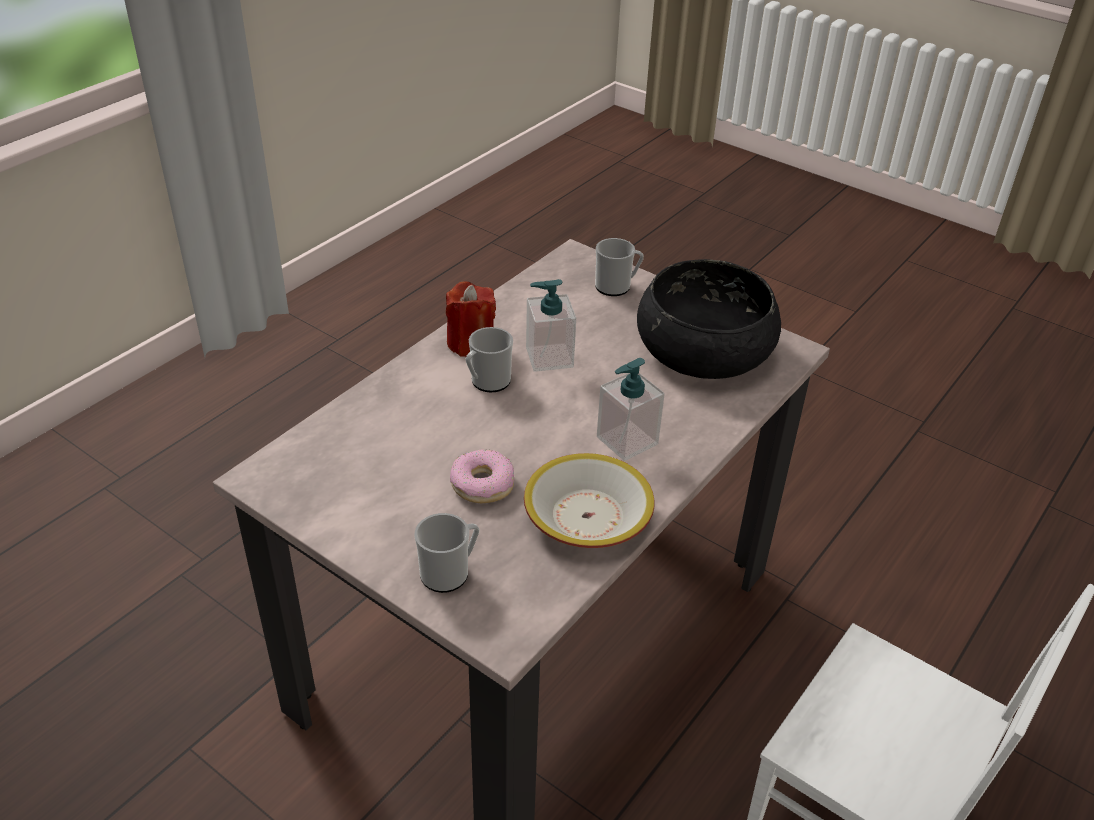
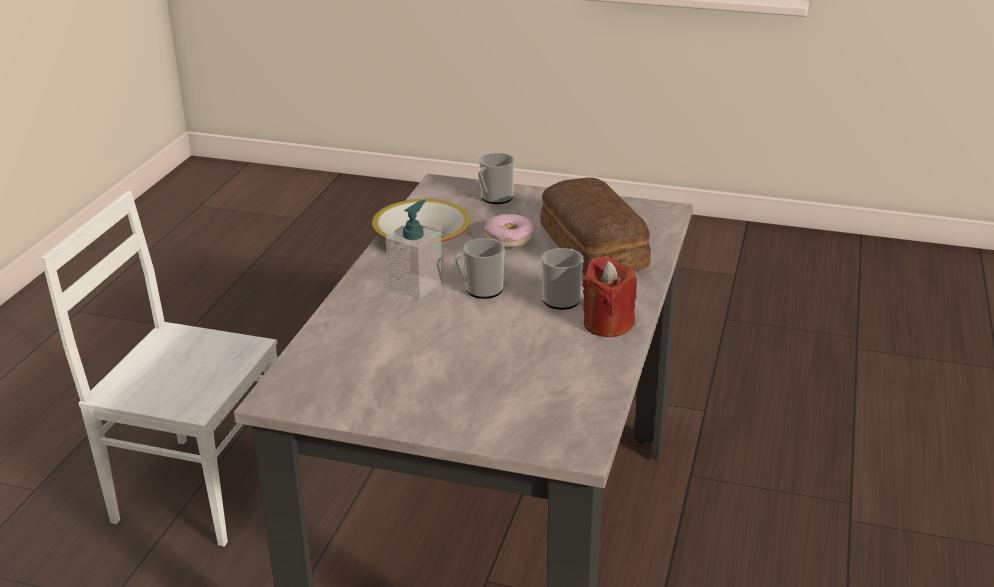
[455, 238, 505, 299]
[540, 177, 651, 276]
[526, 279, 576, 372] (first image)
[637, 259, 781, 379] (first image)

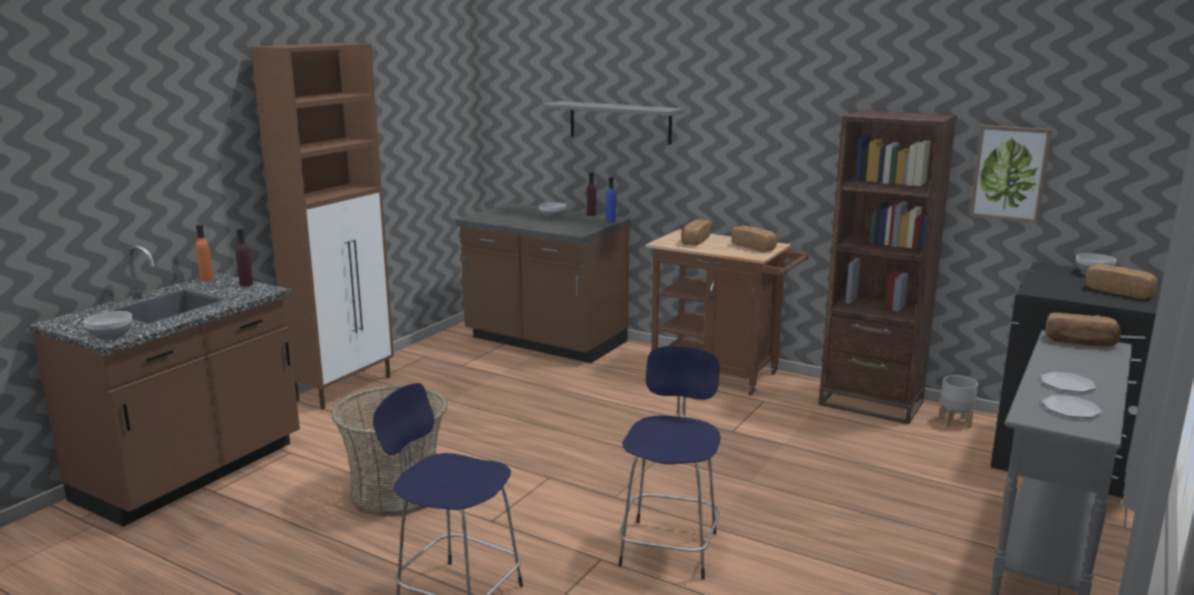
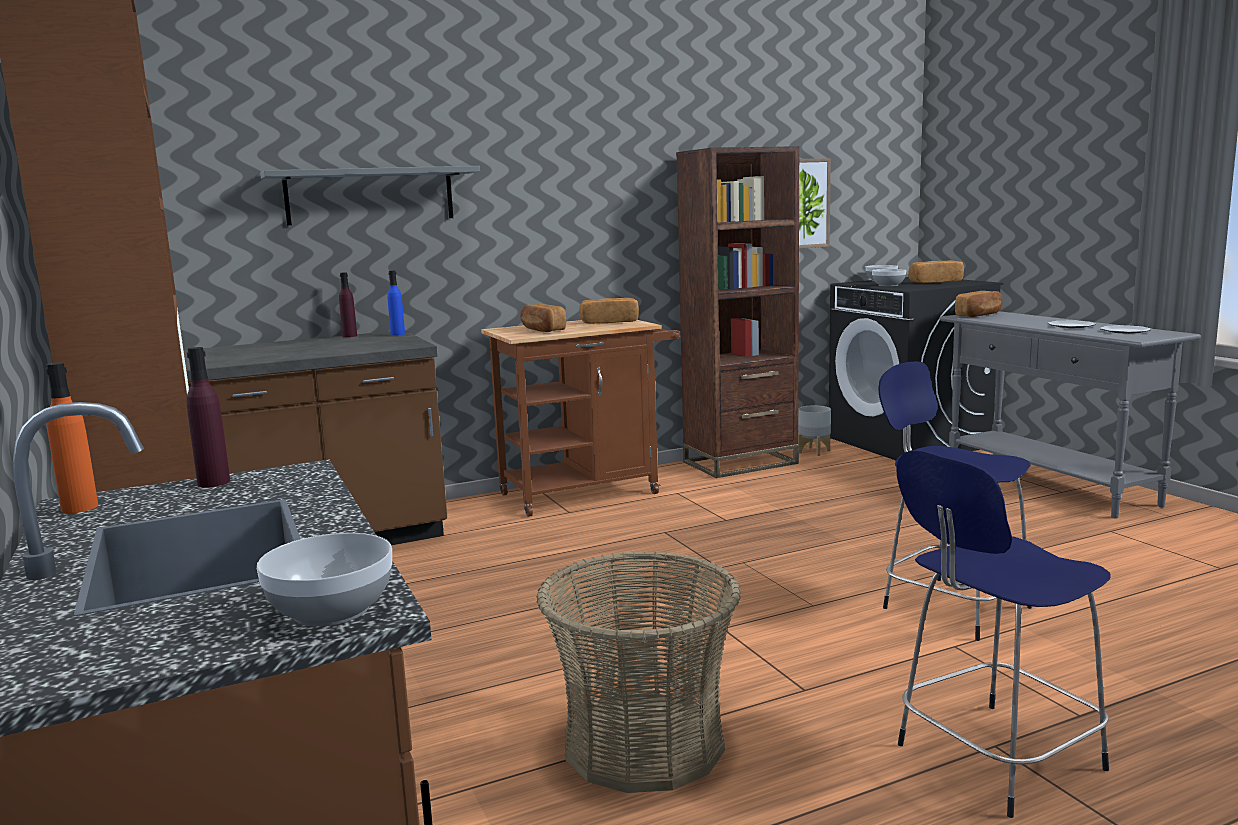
[872, 269, 906, 286]

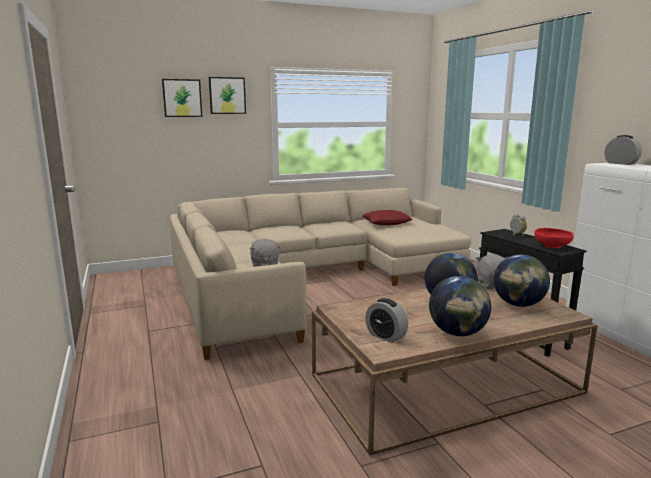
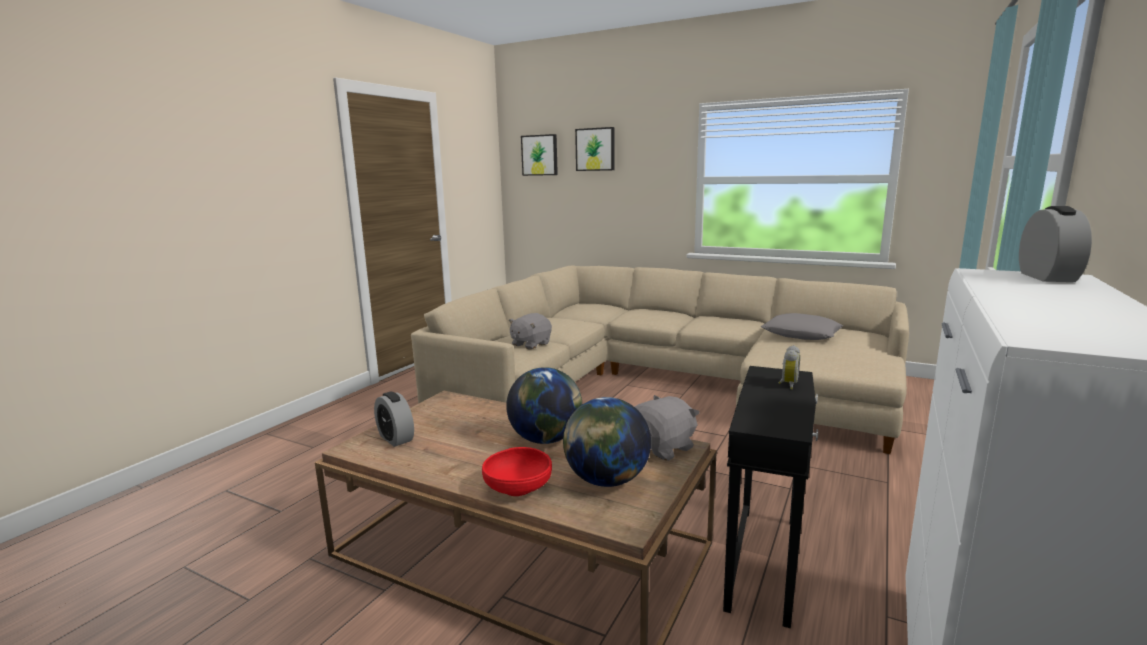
[374, 392, 414, 447]
[482, 447, 552, 496]
[521, 134, 558, 176]
[761, 313, 843, 340]
[429, 276, 491, 336] (first image)

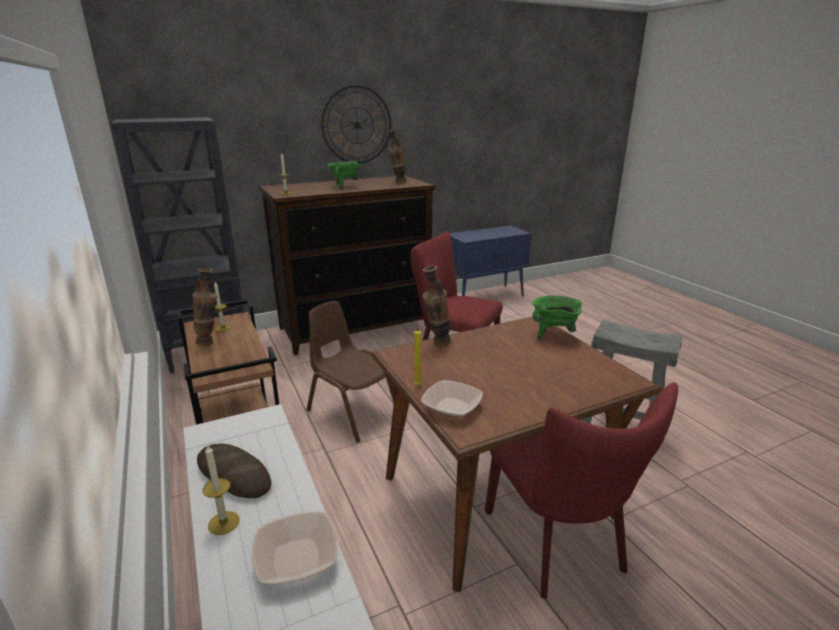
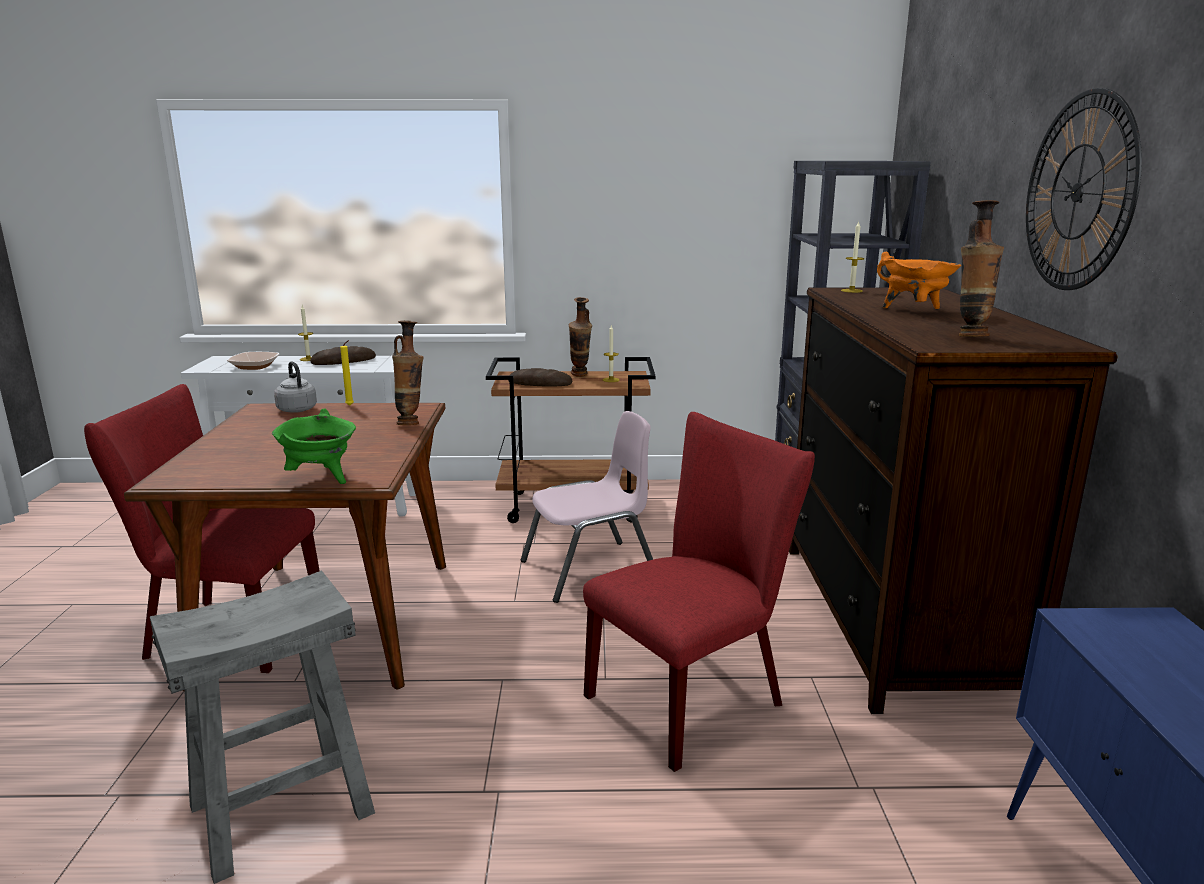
[274, 361, 317, 413]
[508, 368, 572, 387]
[521, 411, 653, 603]
[877, 252, 961, 309]

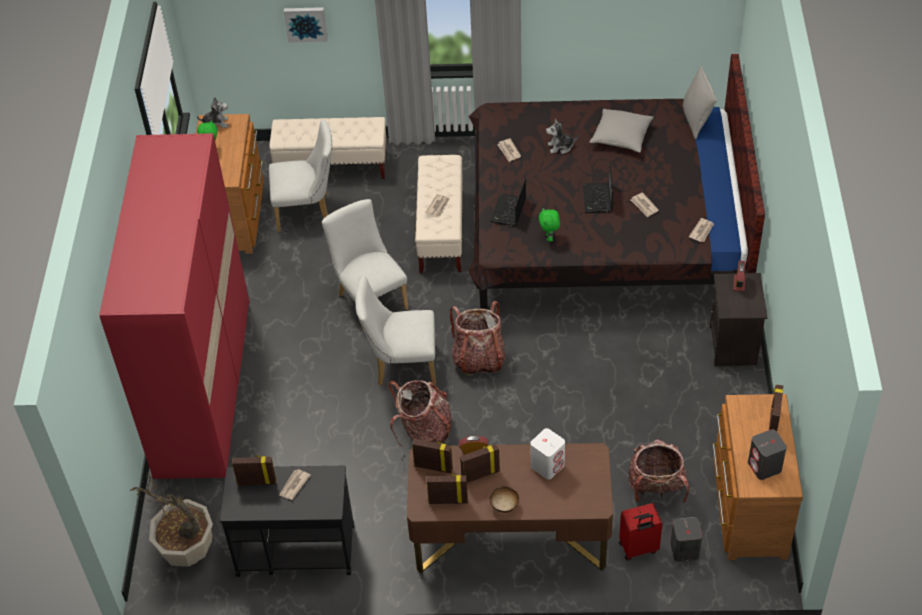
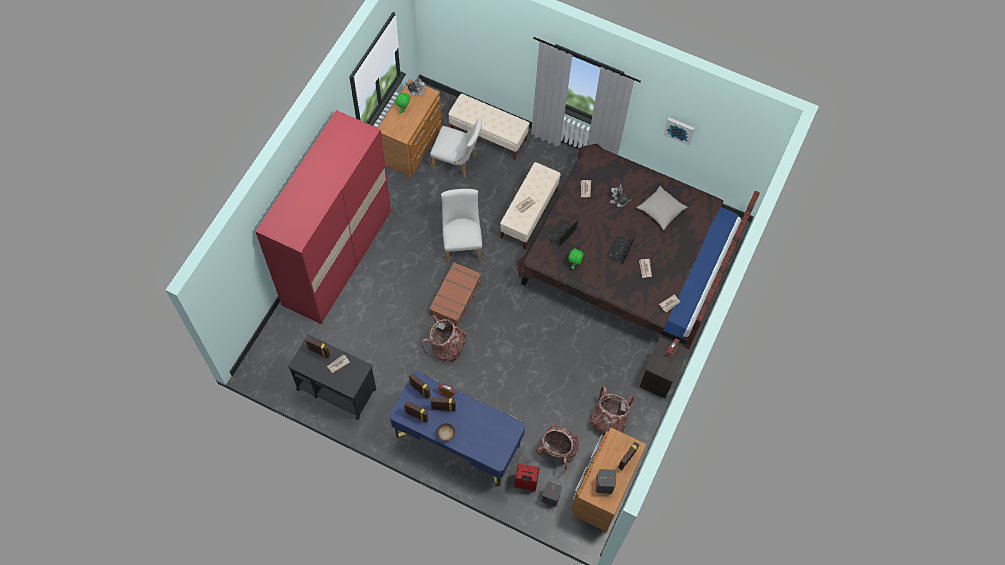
[389, 371, 526, 486]
[429, 262, 481, 326]
[590, 386, 634, 433]
[663, 117, 695, 146]
[130, 473, 213, 567] (first image)
[531, 428, 565, 480] (first image)
[683, 65, 717, 139] (first image)

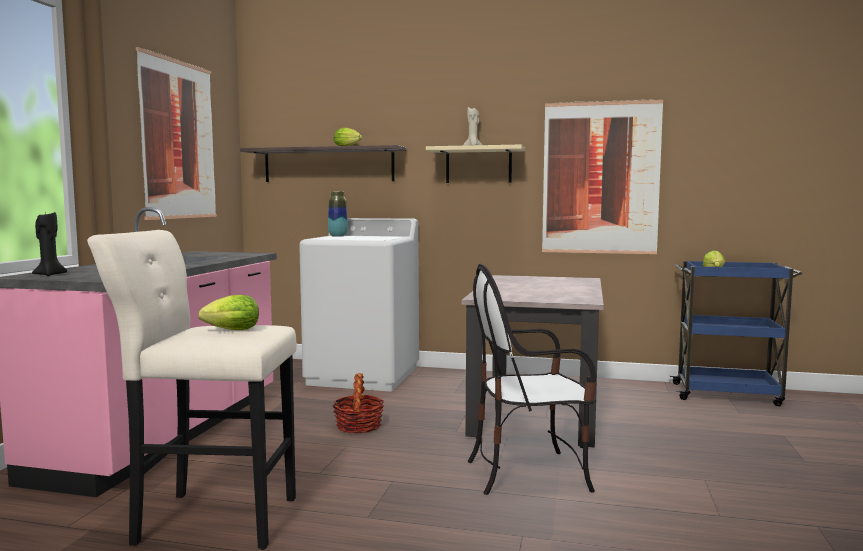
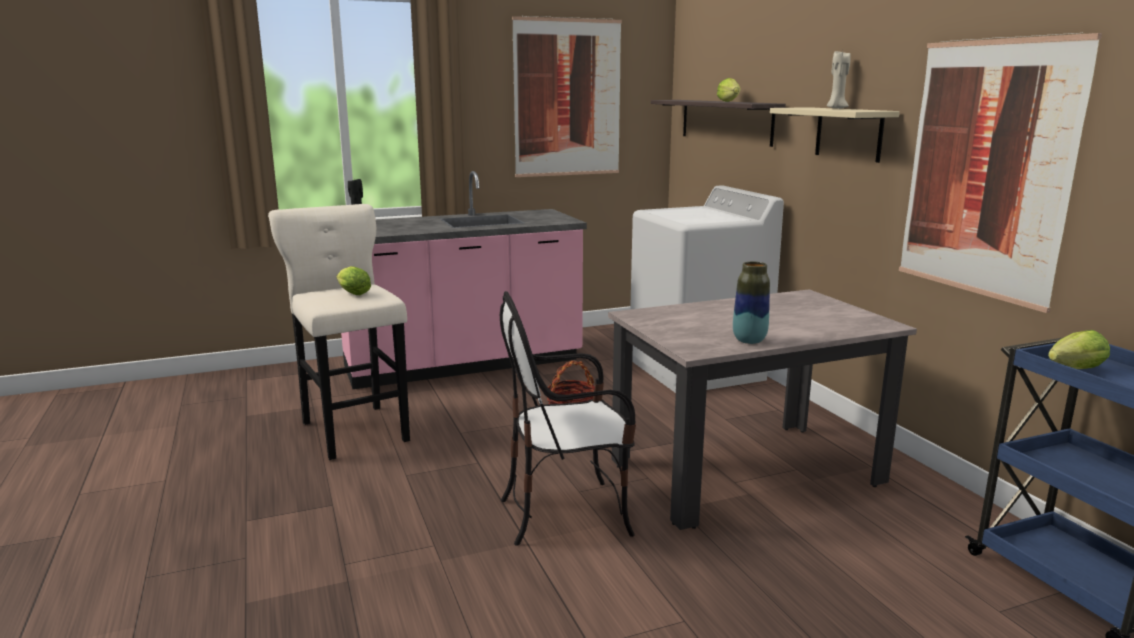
[500, 291, 636, 545]
[733, 262, 770, 344]

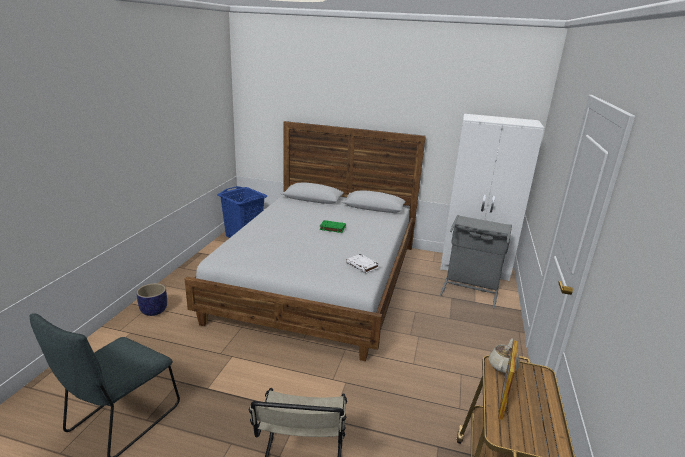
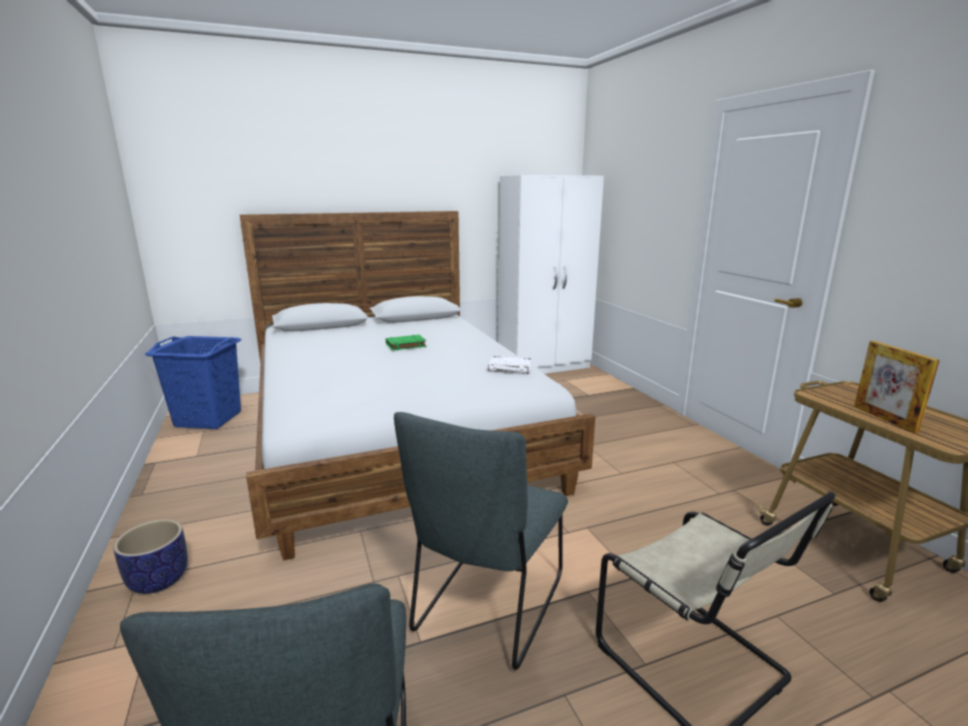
[394, 412, 568, 670]
[440, 215, 512, 309] (first image)
[489, 338, 520, 373] (first image)

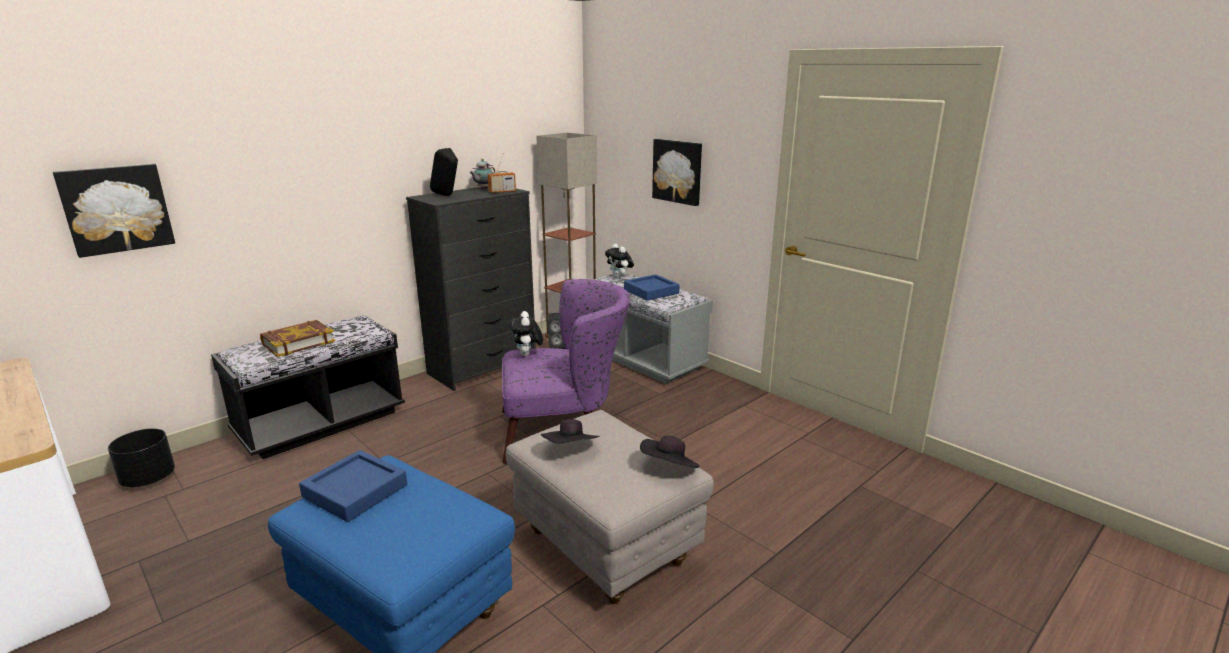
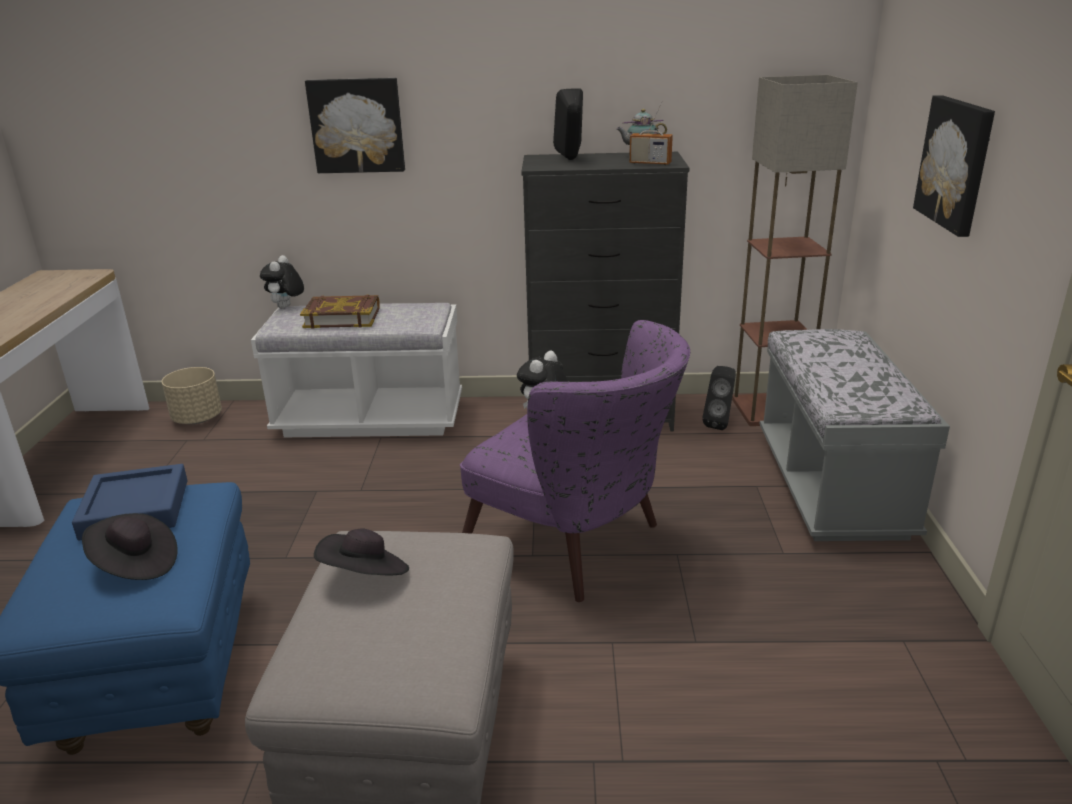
[82, 513, 178, 580]
[162, 367, 222, 424]
[251, 303, 462, 437]
[260, 255, 304, 309]
[305, 78, 405, 173]
[624, 274, 680, 301] (first image)

